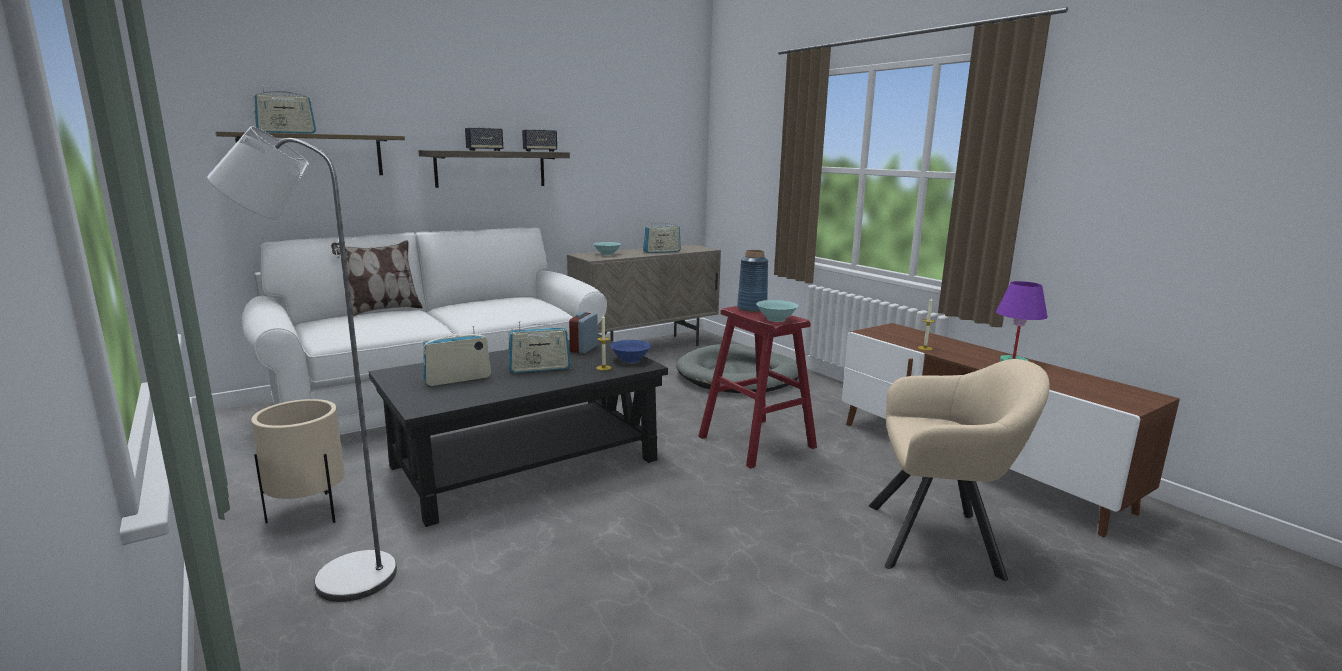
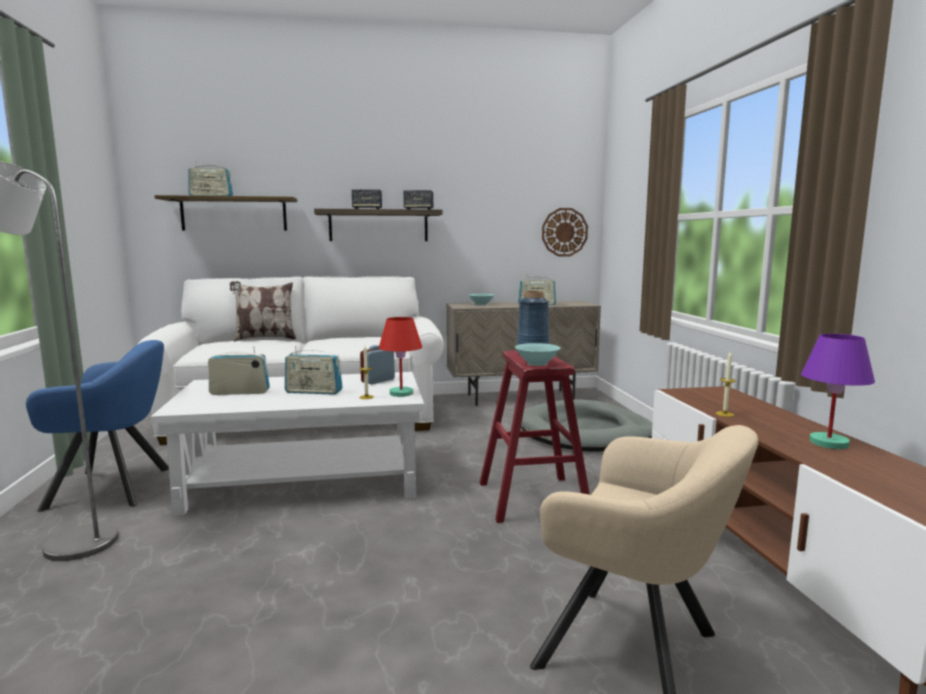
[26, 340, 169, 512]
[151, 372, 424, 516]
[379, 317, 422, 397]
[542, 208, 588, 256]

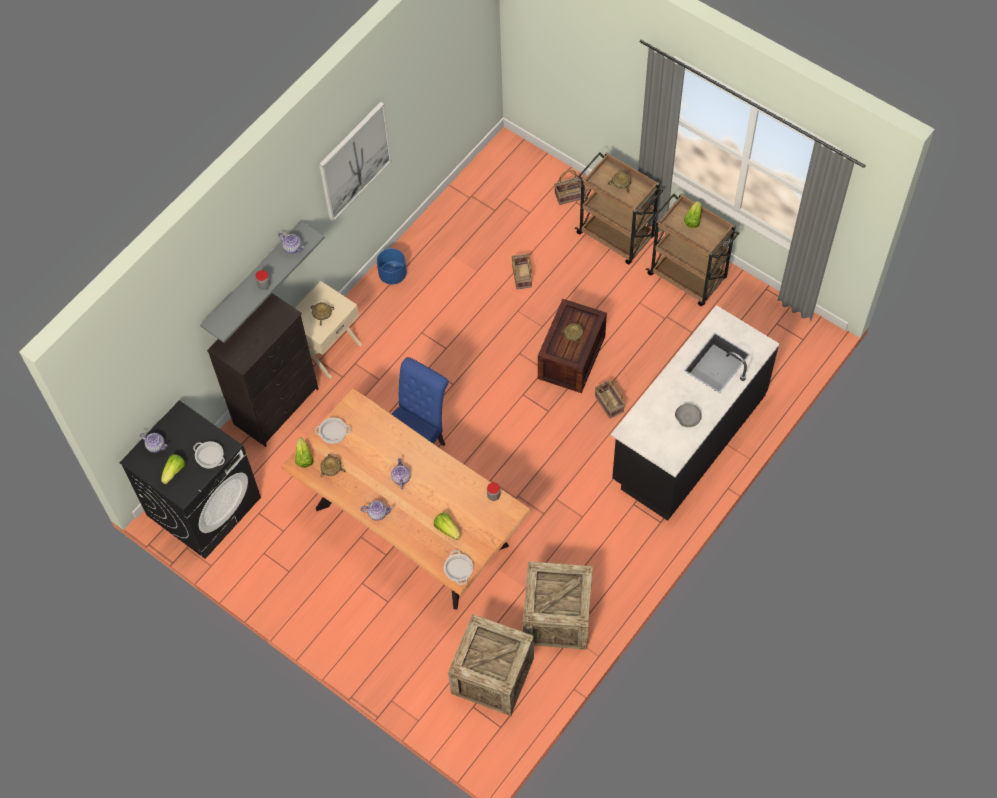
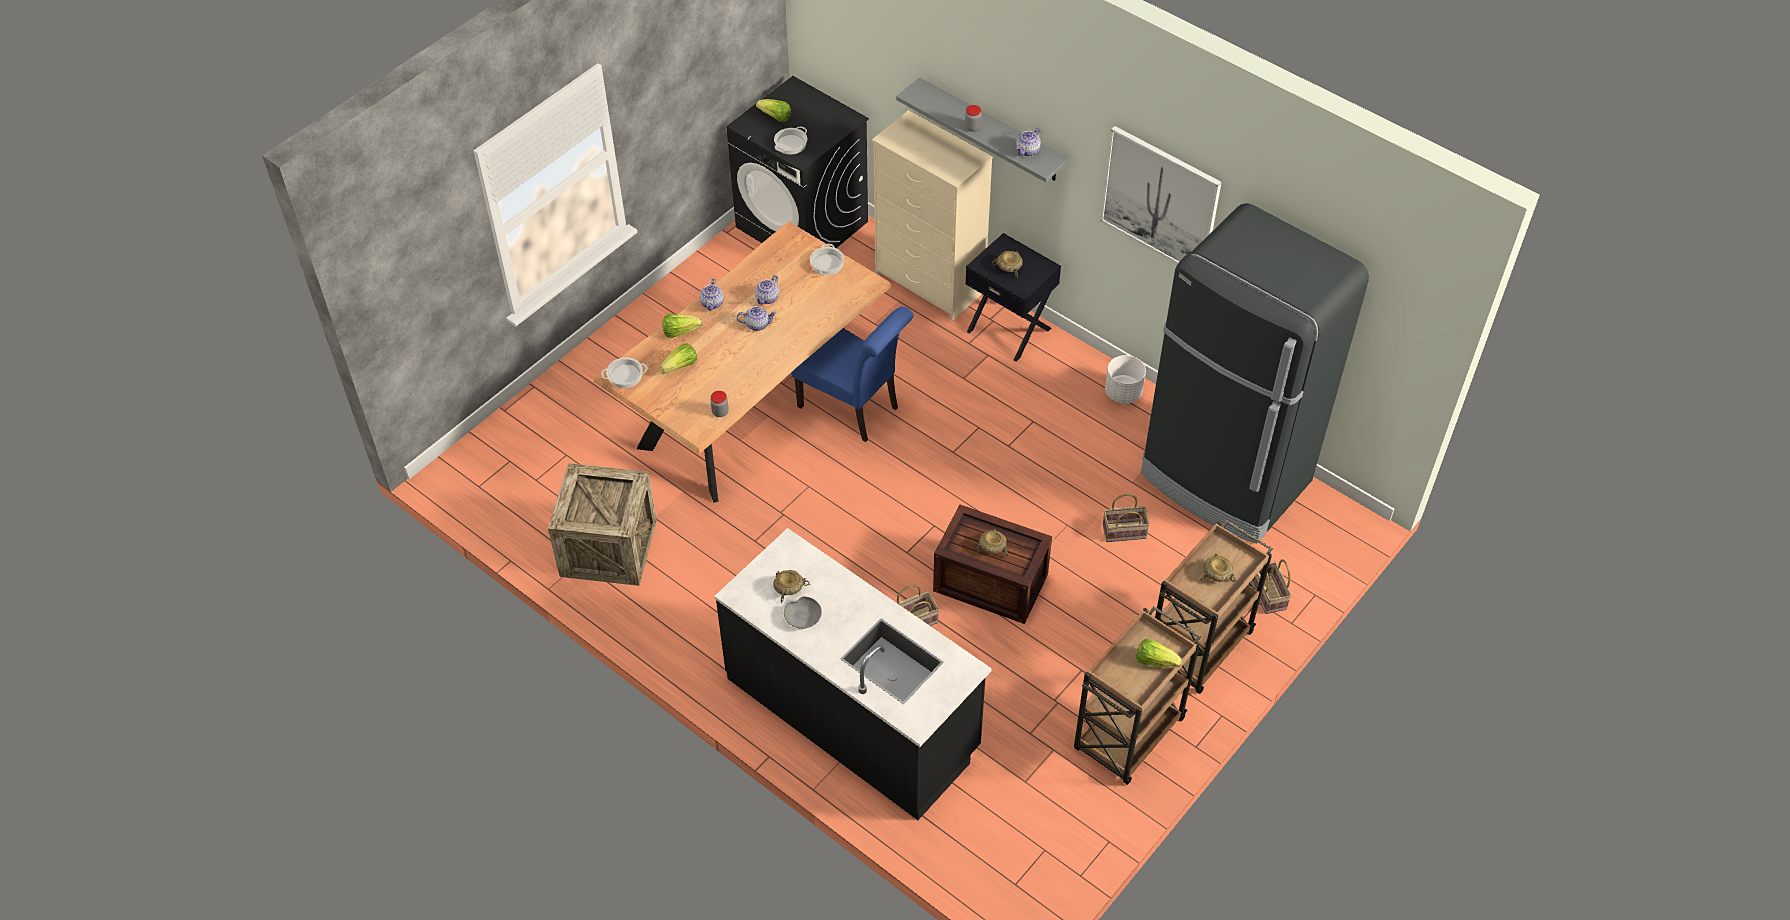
[662, 314, 702, 338]
[755, 275, 779, 304]
[773, 570, 810, 604]
[872, 110, 993, 321]
[965, 233, 1061, 362]
[1105, 355, 1146, 404]
[1141, 203, 1369, 543]
[448, 614, 534, 716] (first image)

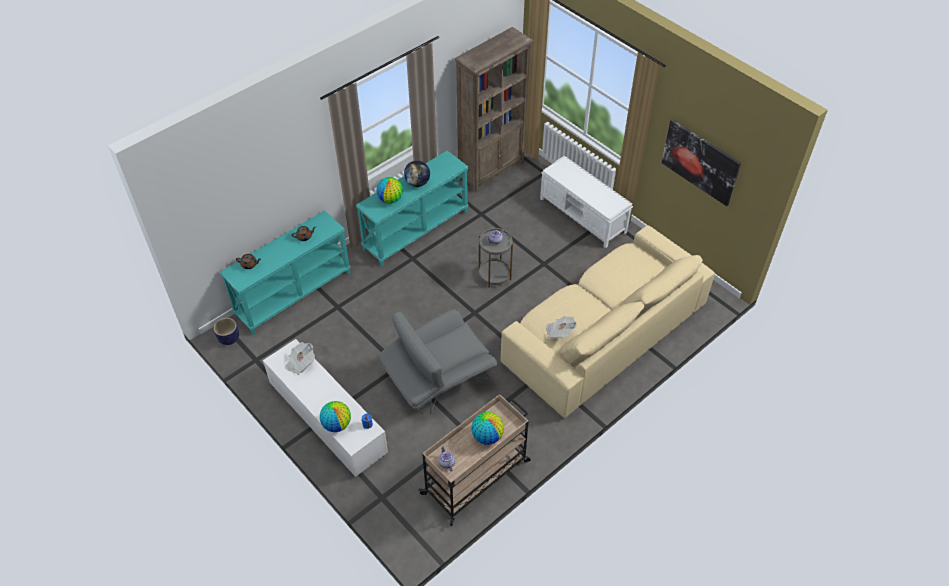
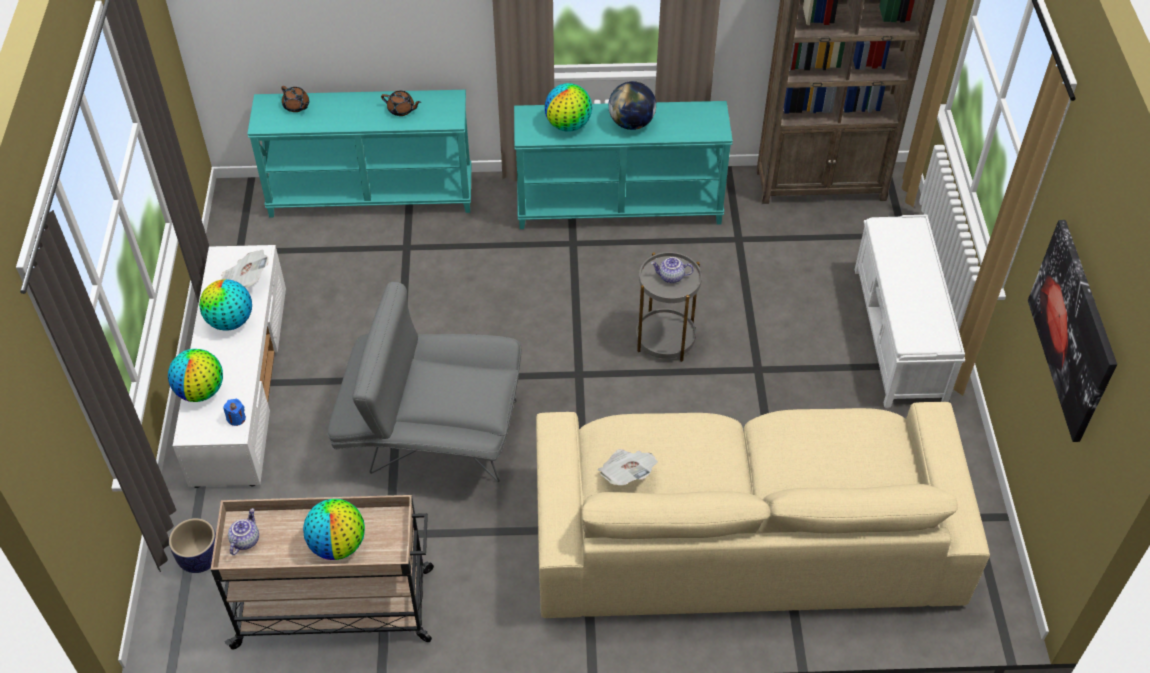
[169, 518, 216, 573]
[199, 279, 252, 331]

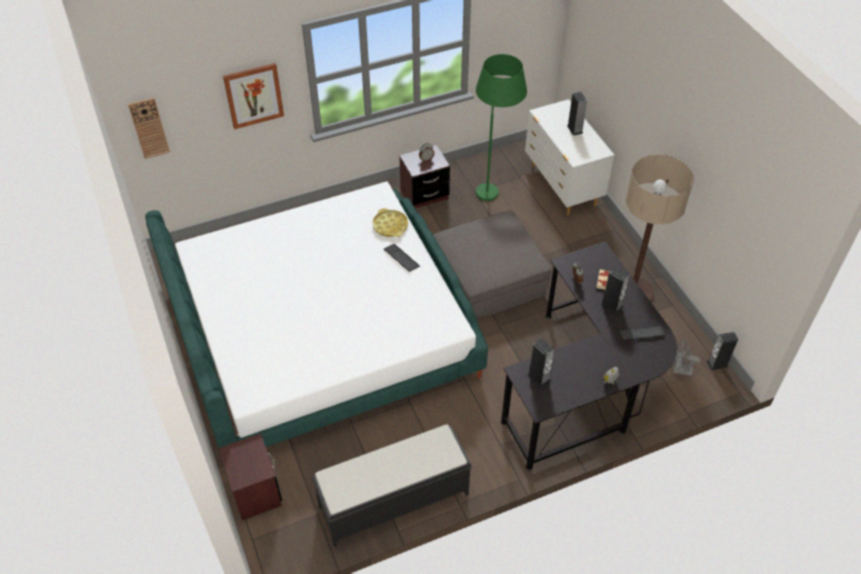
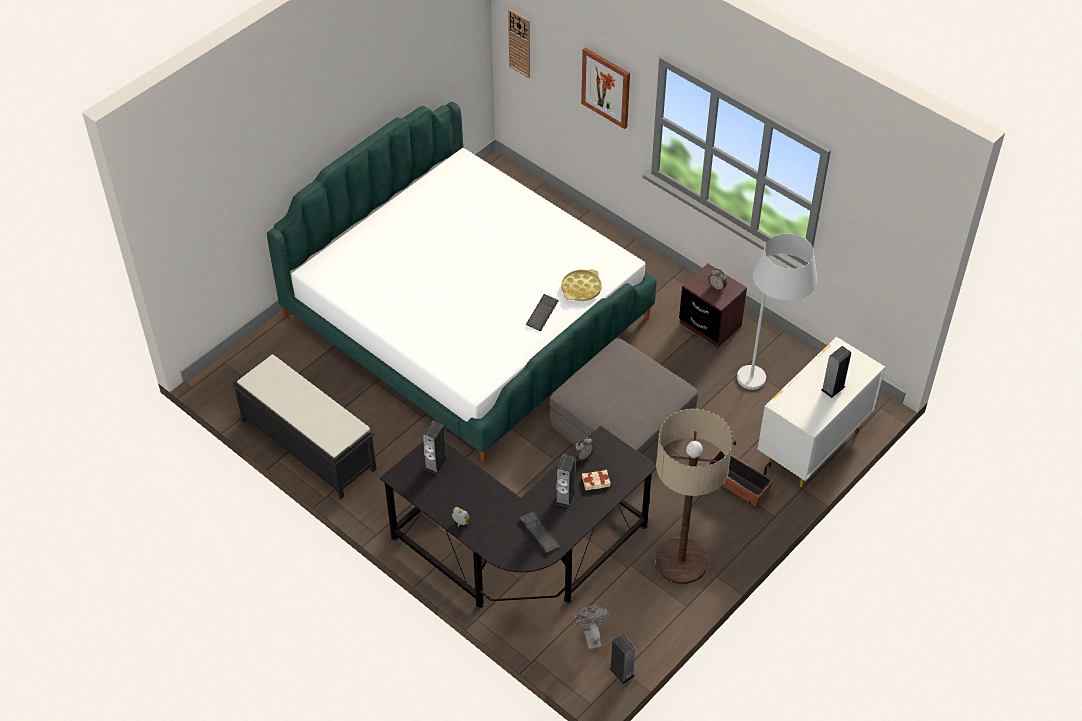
[706, 440, 773, 507]
[737, 234, 817, 390]
[219, 433, 282, 520] (first image)

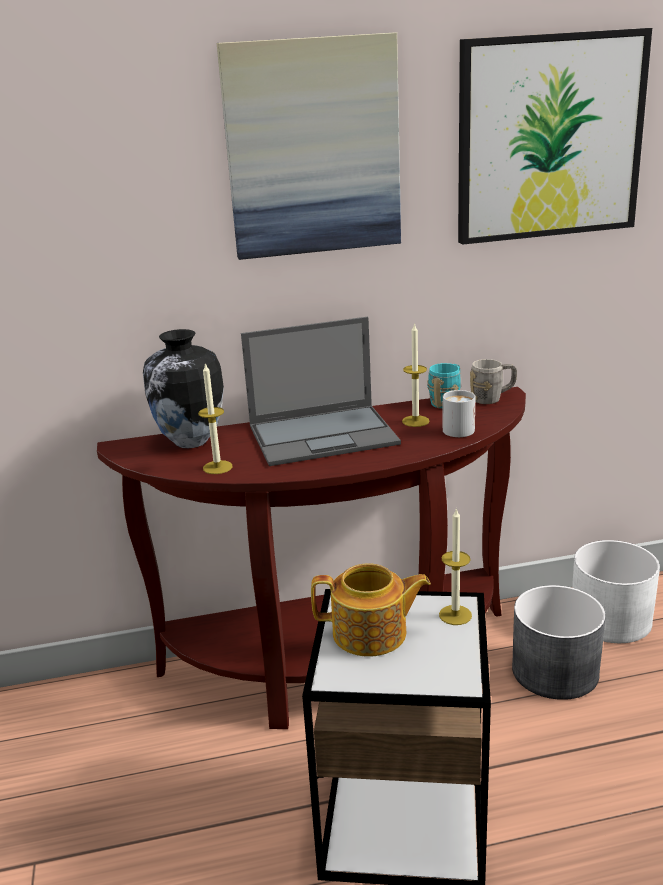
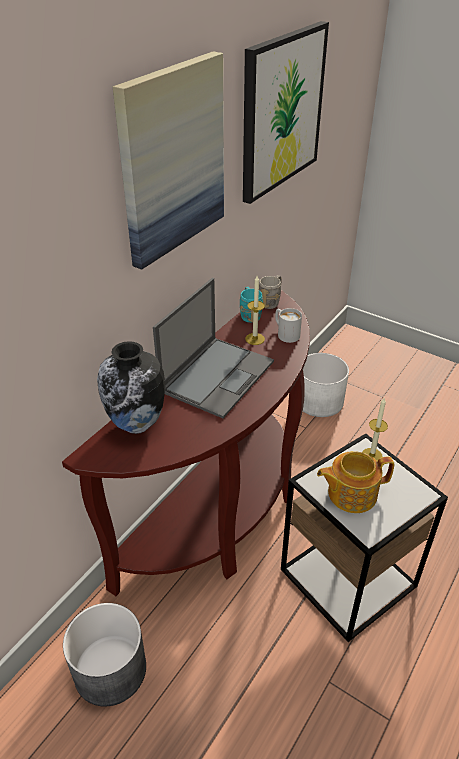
[63, 603, 146, 707]
[317, 451, 395, 513]
[198, 362, 232, 474] (first image)

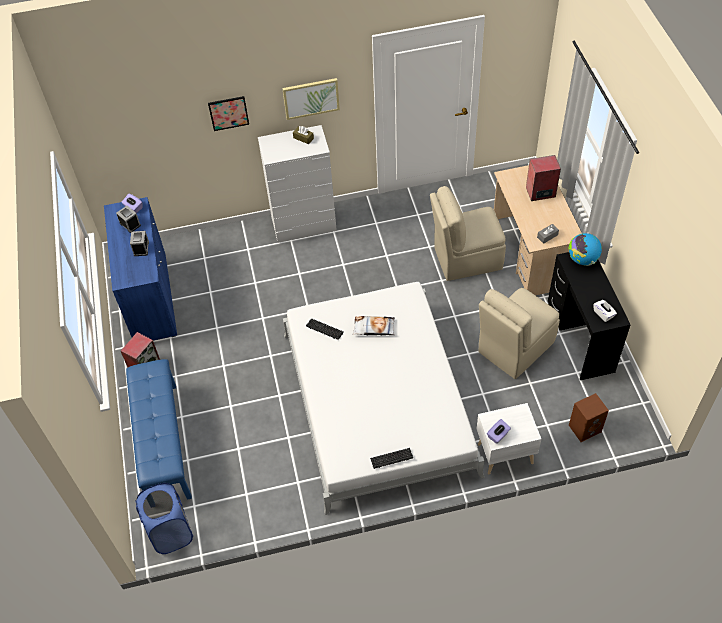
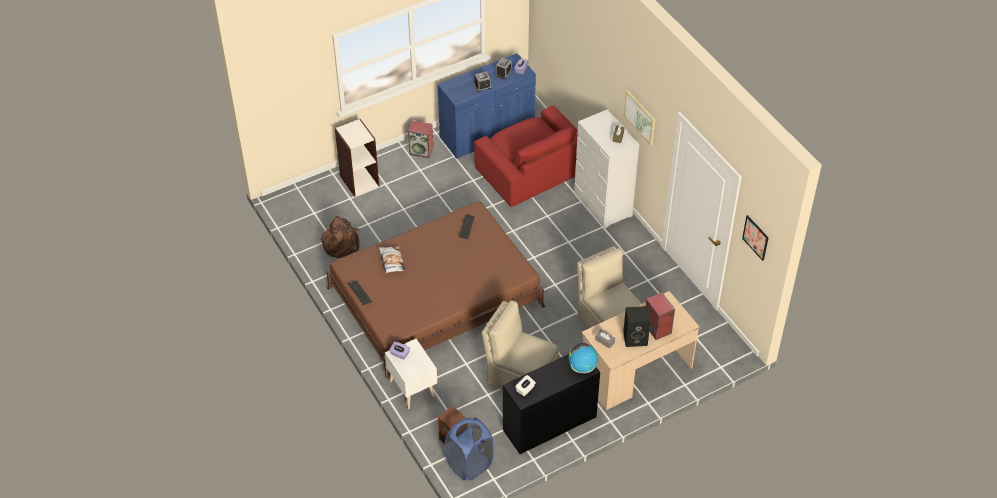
[320, 216, 359, 258]
[327, 201, 545, 379]
[335, 119, 379, 197]
[379, 246, 405, 273]
[445, 417, 494, 480]
[474, 106, 578, 207]
[623, 306, 651, 347]
[742, 215, 769, 261]

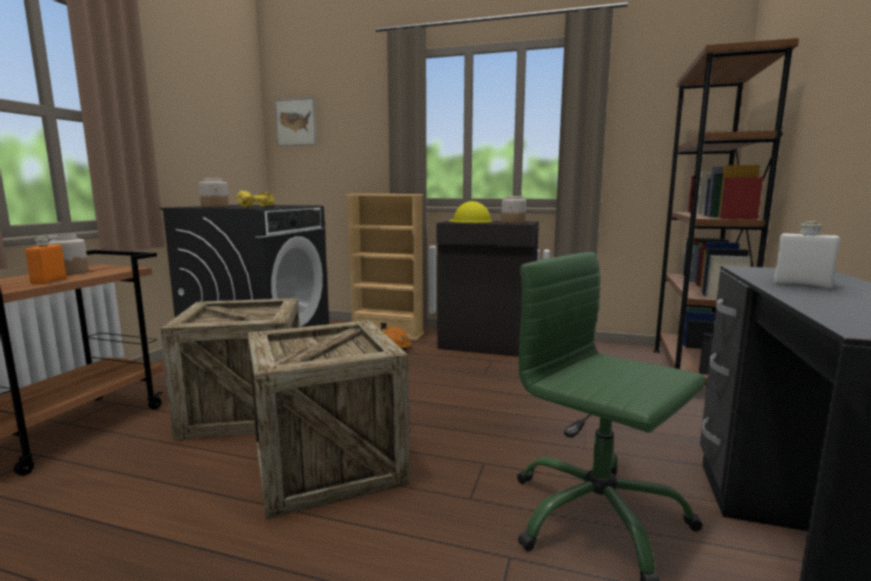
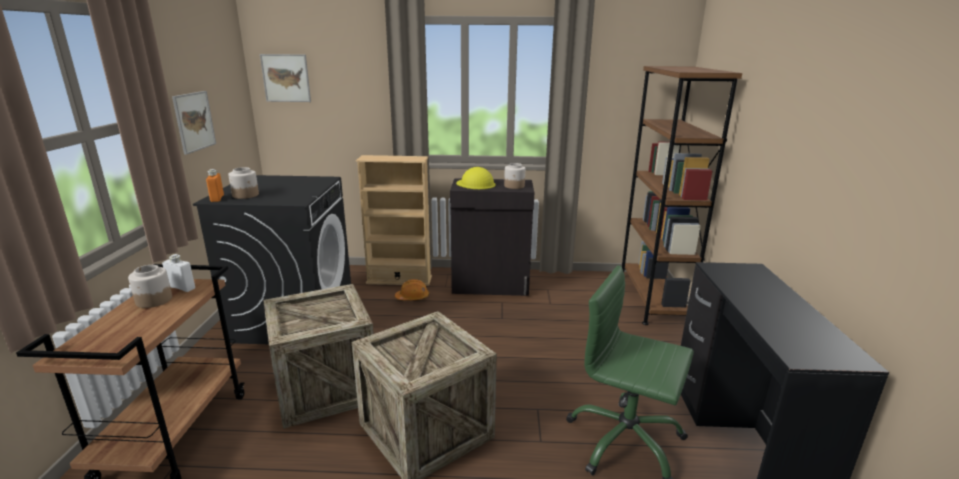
[162, 254, 195, 292]
[172, 91, 216, 155]
[206, 169, 224, 202]
[237, 191, 275, 208] (first image)

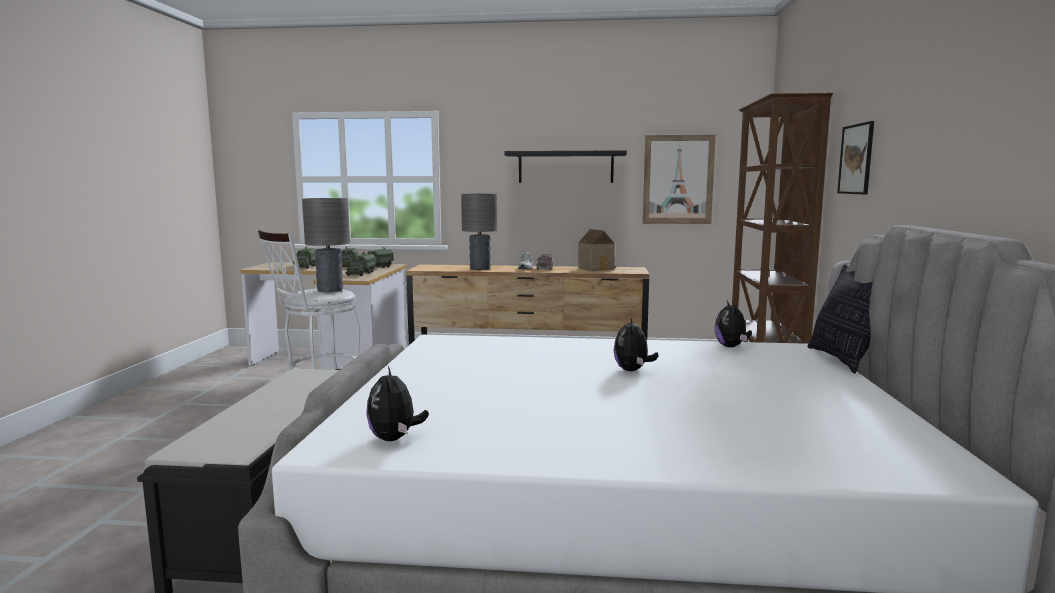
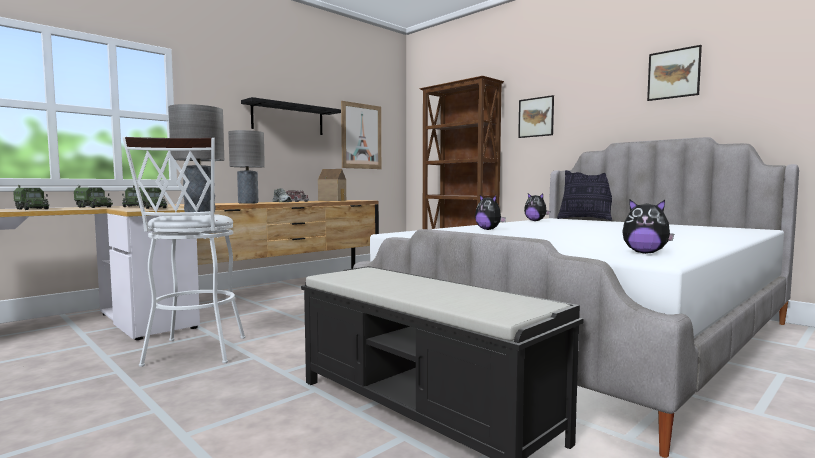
[475, 195, 506, 230]
[647, 45, 702, 101]

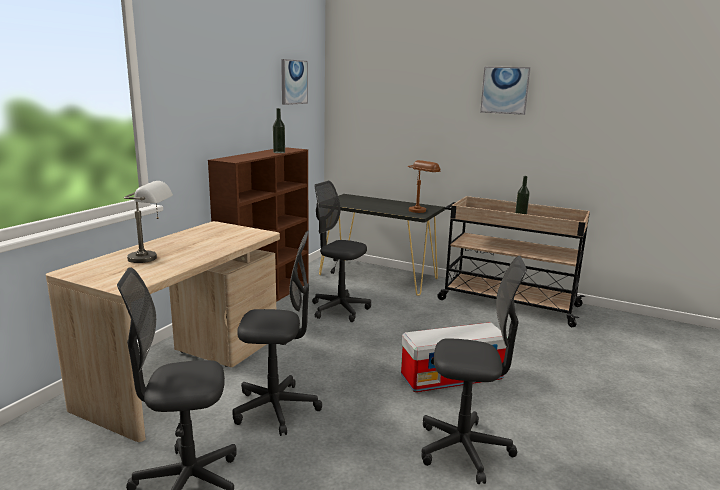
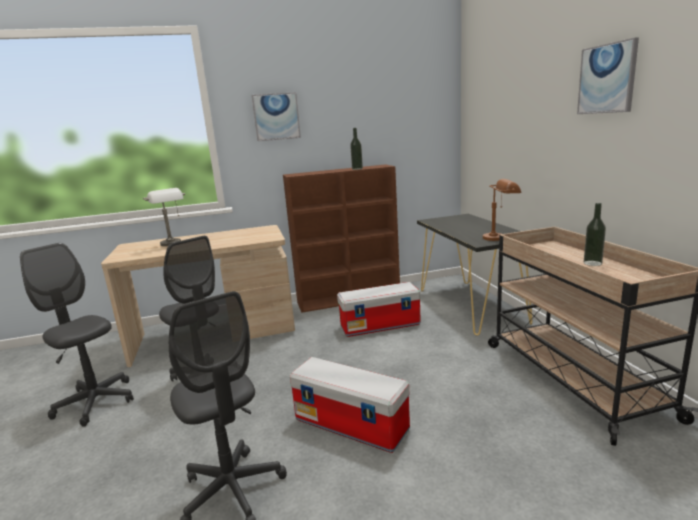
[252, 92, 301, 141]
[337, 282, 421, 337]

